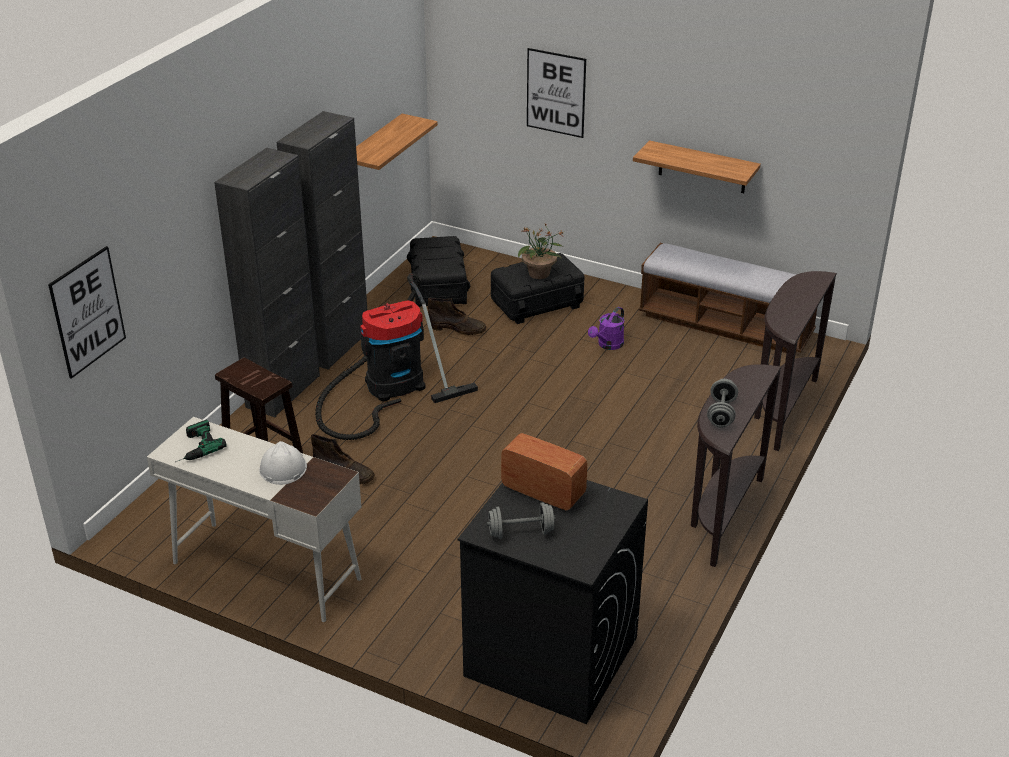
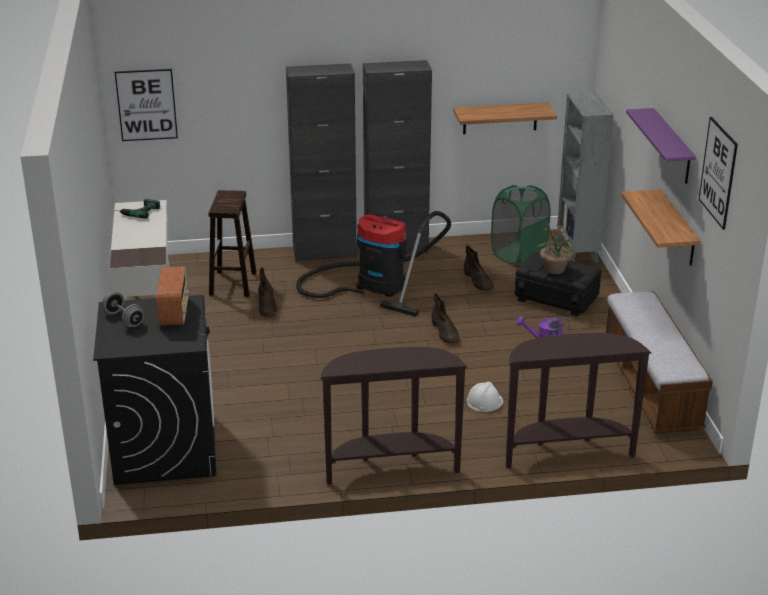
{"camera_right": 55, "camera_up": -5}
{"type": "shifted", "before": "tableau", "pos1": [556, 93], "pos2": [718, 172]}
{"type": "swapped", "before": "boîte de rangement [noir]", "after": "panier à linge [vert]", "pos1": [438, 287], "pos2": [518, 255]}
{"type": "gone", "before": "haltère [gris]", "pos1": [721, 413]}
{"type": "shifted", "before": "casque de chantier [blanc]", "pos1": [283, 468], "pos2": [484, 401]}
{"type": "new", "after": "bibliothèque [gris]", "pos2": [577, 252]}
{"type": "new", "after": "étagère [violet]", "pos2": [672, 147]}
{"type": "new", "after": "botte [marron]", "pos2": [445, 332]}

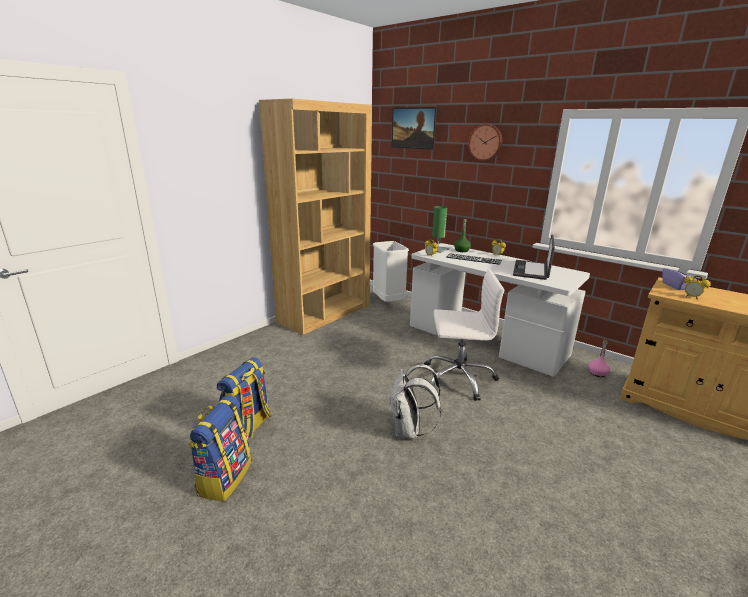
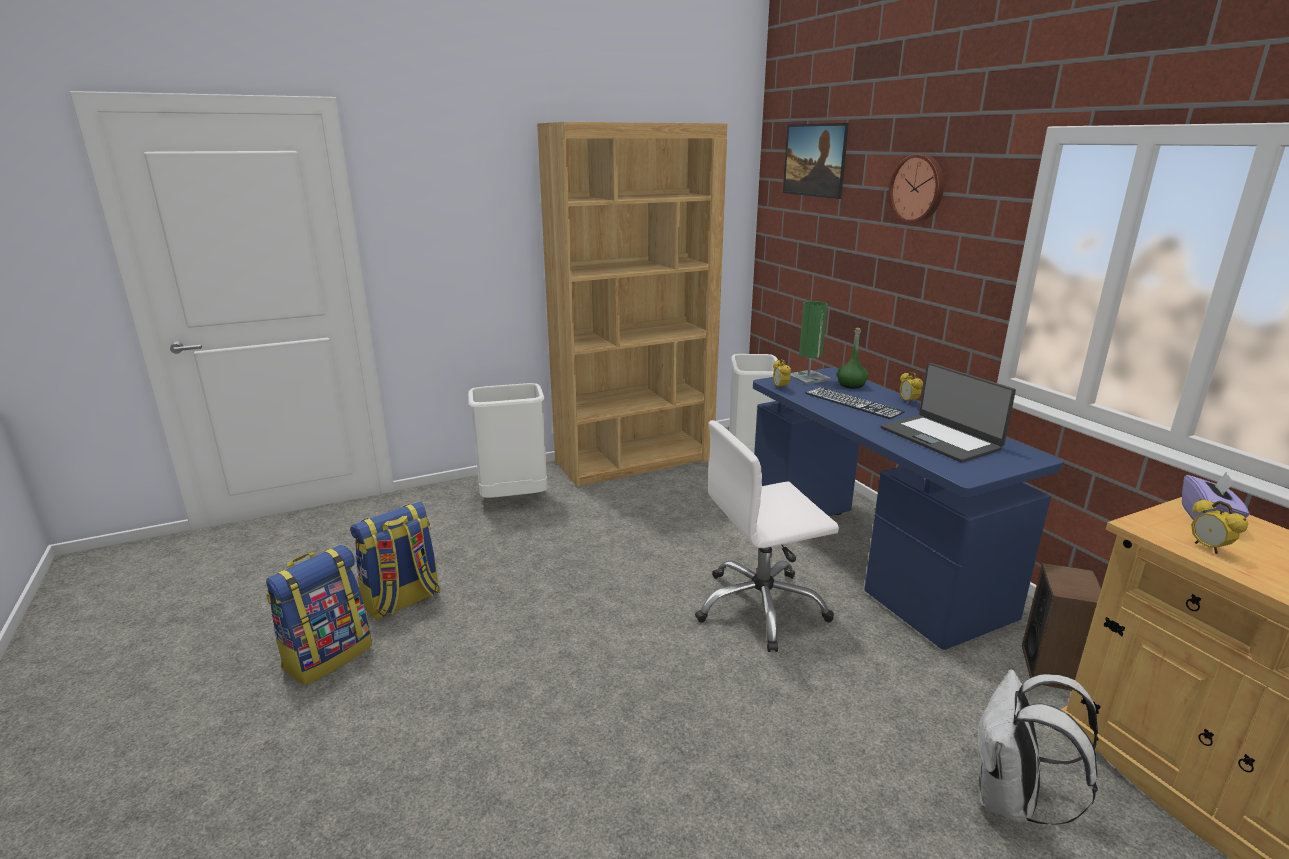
{"camera_right": 25, "camera_up": 0}
{"type": "rotated", "before": "ordinateur portable", "pos1": [532, 270], "pos2": [940, 438], "turn": -75}
{"type": "repainted", "before": "bureau [blanc]", "after": "bureau [bleu]", "pos1": [485, 341], "pos2": [867, 556]}
{"type": "rotated", "before": "chaise de bureau [blanc]", "pos1": [458, 378], "pos2": [761, 607], "turn": 135}
{"type": "swapped", "before": "bouteille [rose]", "after": "enceinte", "pos1": [597, 373], "pos2": [1051, 668]}
{"type": "shifted", "before": "sac à dos [blanc]", "pos1": [409, 430], "pos2": [1010, 800]}
{"type": "new", "after": "poubelle [blanc]", "pos2": [514, 500]}

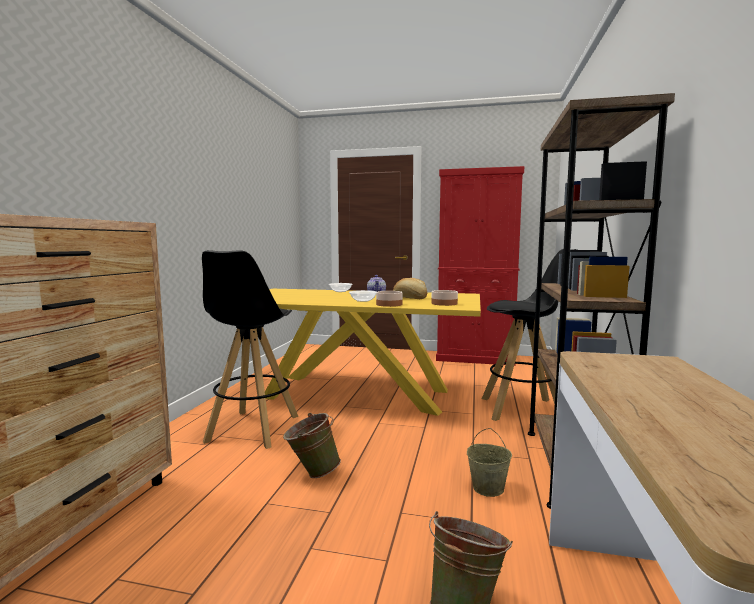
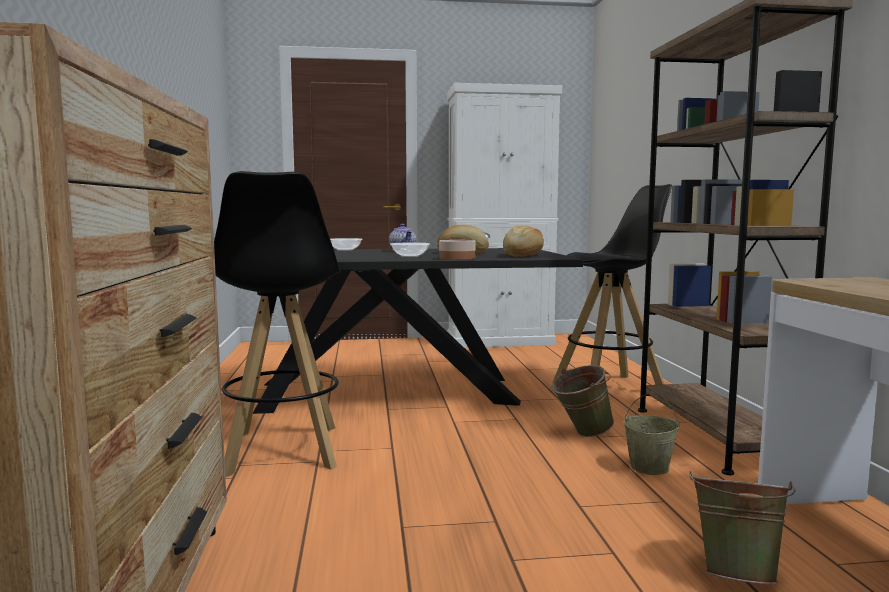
{"camera_right": -20, "camera_up": 0}
{"type": "repainted", "before": "meuble de rangement [rouge]", "after": "meuble de rangement [blanc]", "pos1": [475, 358], "pos2": [500, 341]}
{"type": "repainted", "before": "table à manger [jaune]", "after": "table à manger [noir]", "pos1": [357, 393], "pos2": [389, 393]}
{"type": "swapped", "before": "bol", "after": "pain", "pos1": [444, 303], "pos2": [522, 255]}
{"type": "shifted", "before": "seau [vert]", "pos1": [312, 473], "pos2": [581, 434]}

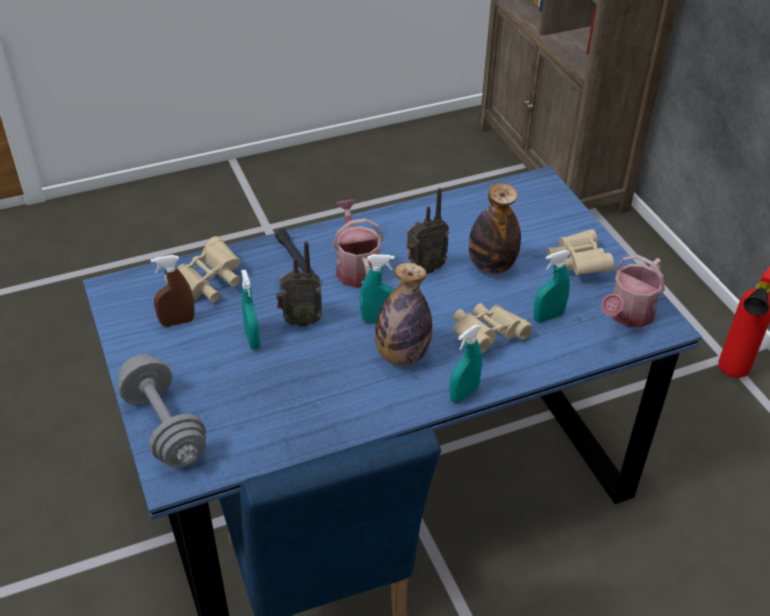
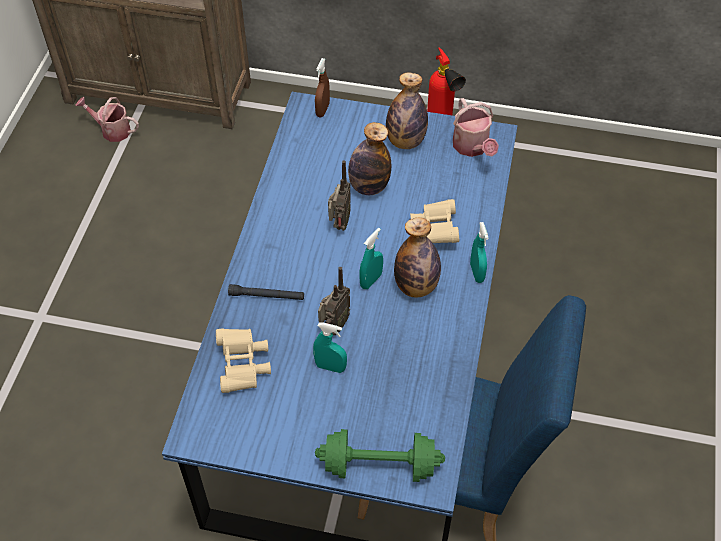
{"camera_right": -55, "camera_up": 10}
{"type": "shifted", "before": "arrosoir", "pos1": [356, 267], "pos2": [112, 130]}
{"type": "swapped", "before": "jumelles [beige]", "after": "bouteille", "pos1": [577, 264], "pos2": [405, 141]}
{"type": "gone", "before": "vaporisateur [turquoise]", "pos1": [548, 317]}
{"type": "shifted", "before": "vaporisateur [marron]", "pos1": [177, 321], "pos2": [322, 110]}
{"type": "repainted", "before": "haltère [gris]", "after": "haltère [vert]", "pos1": [164, 427], "pos2": [379, 466]}

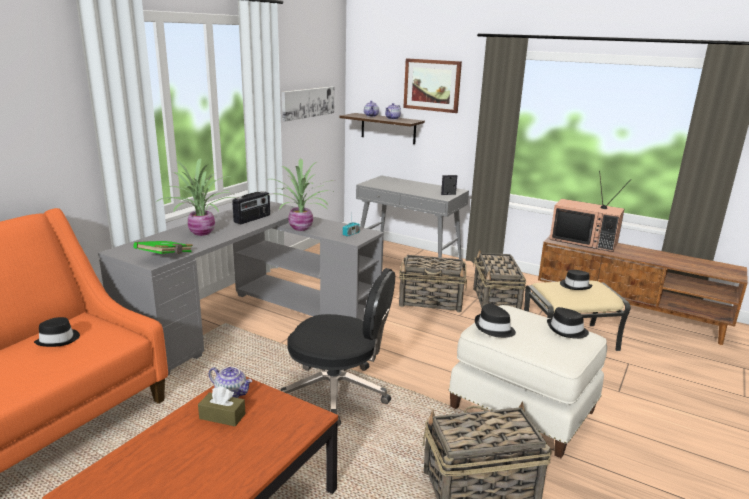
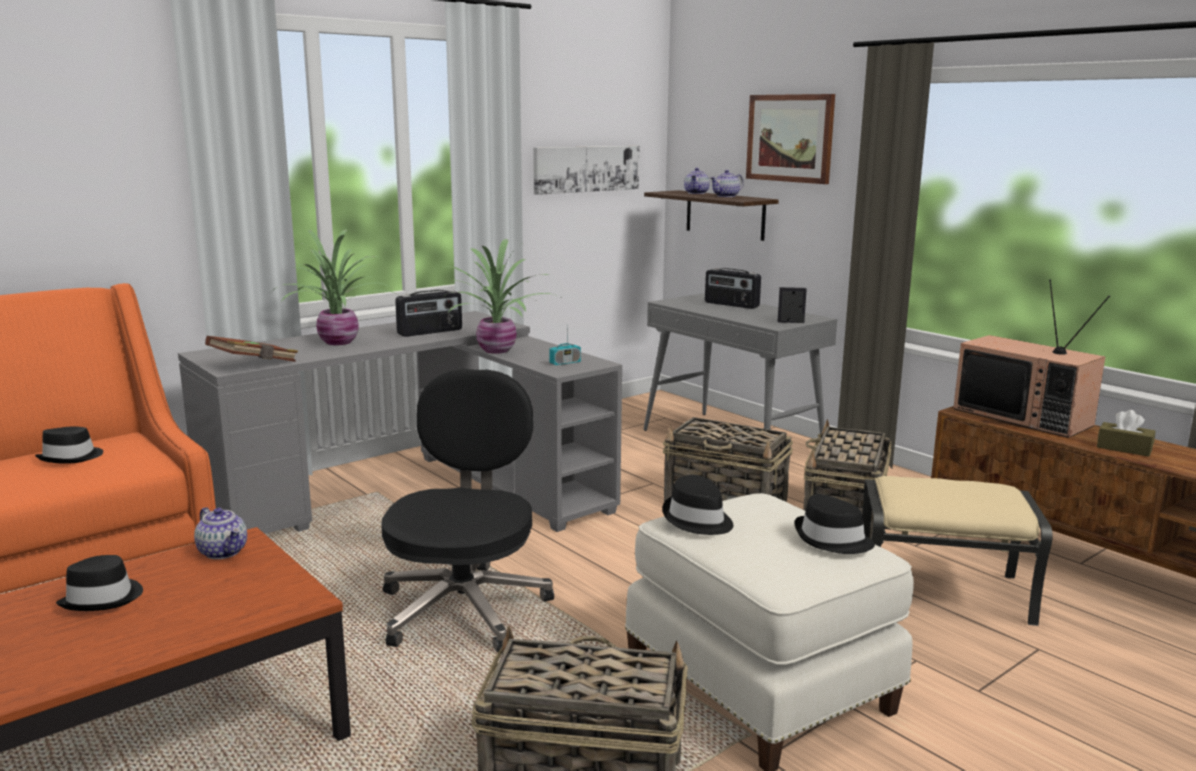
{"camera_right": 20, "camera_up": -5}
{"type": "repainted", "before": "livre [vert]", "after": "livre [marron]", "pos1": [166, 257], "pos2": [254, 364]}
{"type": "rotated", "before": "chaise de bureau [noir]", "pos1": [338, 392], "pos2": [464, 607], "turn": -120}
{"type": "shifted", "before": "chapeau [noir]", "pos1": [575, 286], "pos2": [103, 598]}
{"type": "shifted", "before": "boîte à mouchoirs [marron]", "pos1": [222, 416], "pos2": [1124, 448]}
{"type": "new", "after": "radio", "pos2": [731, 305]}

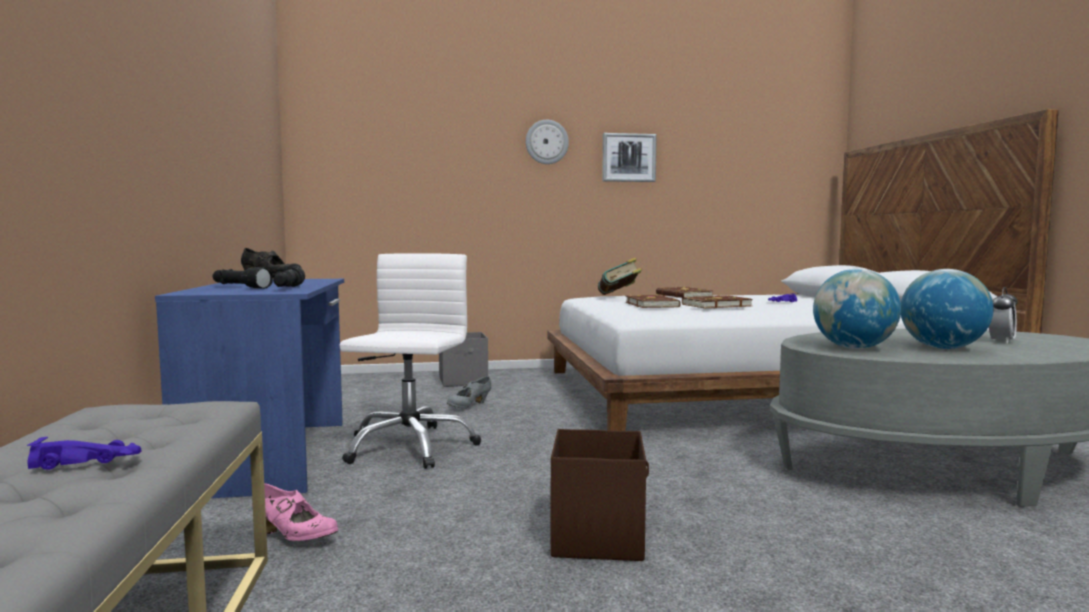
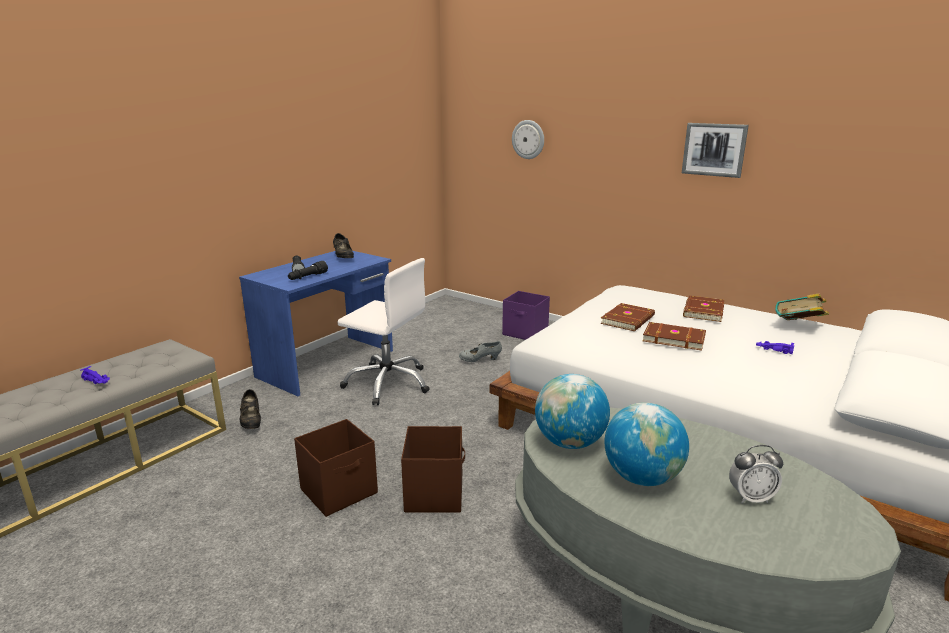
{"camera_right": 45, "camera_up": 15}
{"type": "shifted", "before": "horloge murale", "pos1": [547, 142], "pos2": [528, 139]}
{"type": "rotated", "before": "chaise de bureau [blanc]", "pos1": [409, 447], "pos2": [388, 383], "turn": 60}
{"type": "shifted", "before": "livre", "pos1": [619, 296], "pos2": [798, 327]}
{"type": "repainted", "before": "boîte de rangement [gris]", "after": "boîte de rangement [violet]", "pos1": [464, 381], "pos2": [525, 333]}
{"type": "repainted", "before": "chaussure [rose]", "after": "chaussure [noir]", "pos1": [294, 538], "pos2": [251, 422]}
{"type": "new", "after": "boîte de rangement [marron]", "pos2": [435, 493]}

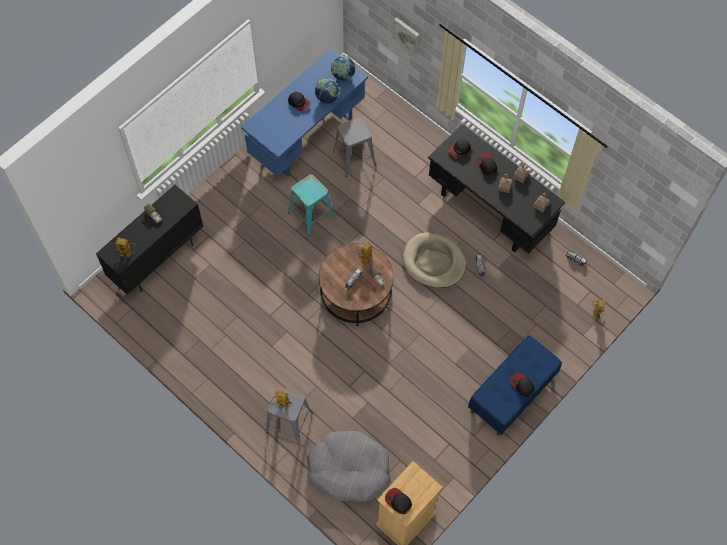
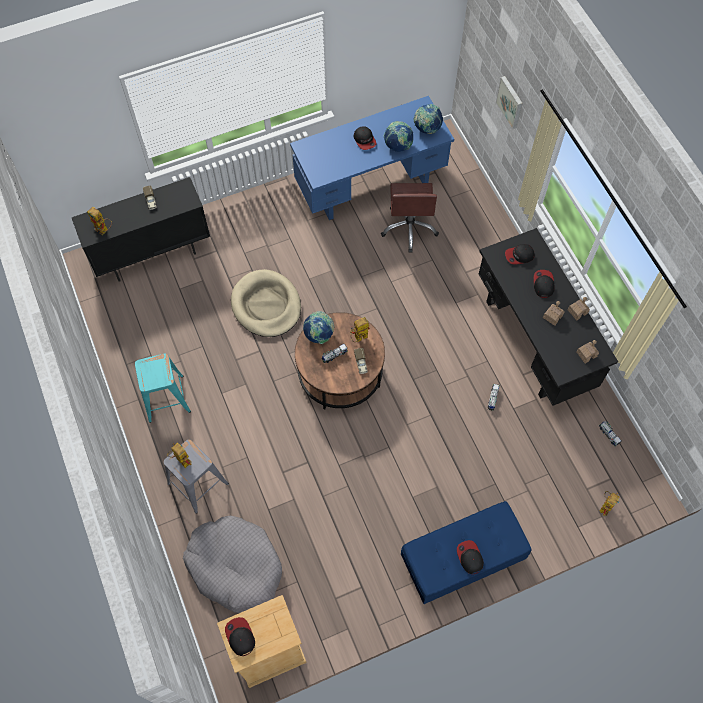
{"camera_right": 25, "camera_up": 0}
{"type": "swapped", "before": "tabouret [gris]", "after": "chaise de bureau [marron]", "pos1": [354, 158], "pos2": [409, 228]}
{"type": "shifted", "before": "tabouret [turquoise]", "pos1": [311, 215], "pos2": [165, 398]}
{"type": "shifted", "before": "panier pour chien [beige]", "pos1": [434, 262], "pos2": [266, 305]}
{"type": "new", "after": "globe", "pos2": [319, 335]}

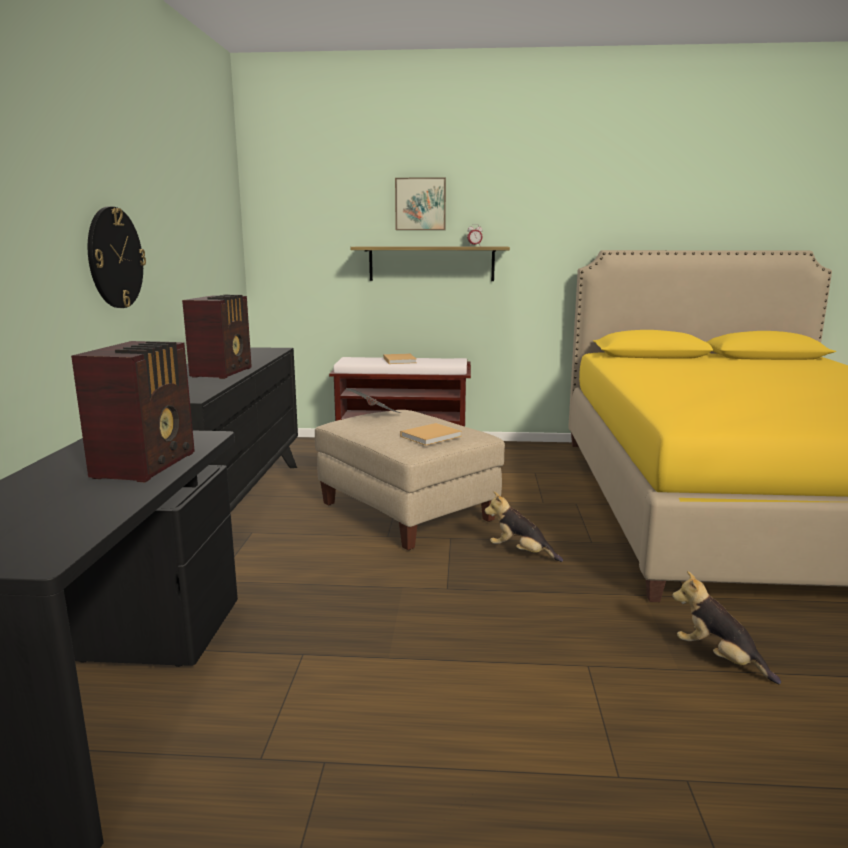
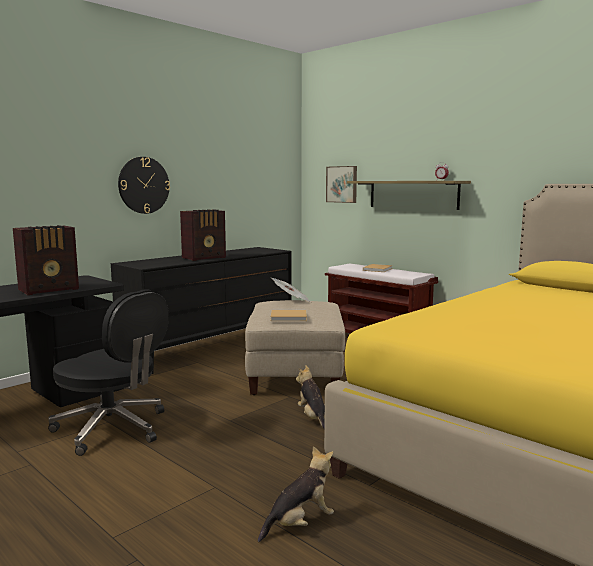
{"camera_right": 40, "camera_up": -5}
{"type": "shifted", "before": "tableau", "pos1": [420, 204], "pos2": [342, 184]}
{"type": "rotated", "before": "peluche", "pos1": [719, 659], "pos2": [300, 523], "turn": 60}
{"type": "new", "after": "chaise de bureau [noir]", "pos2": [113, 429]}

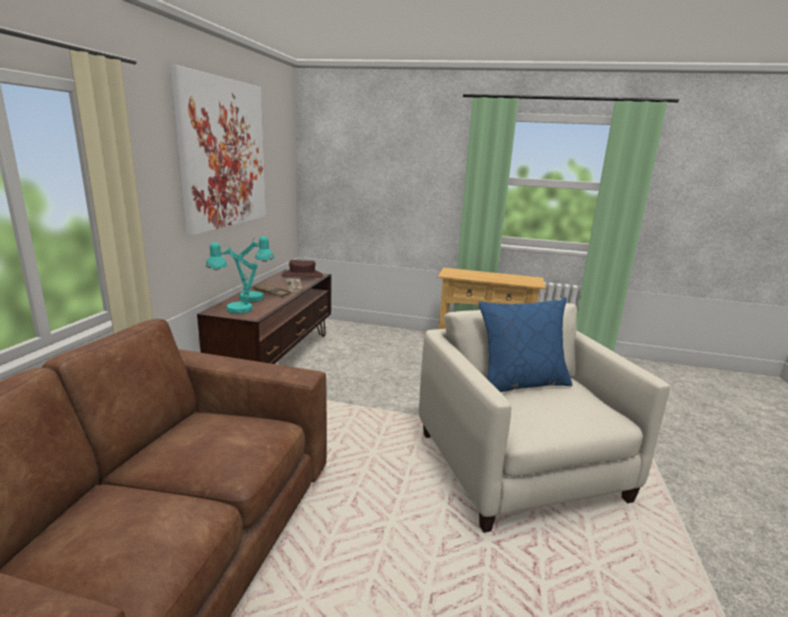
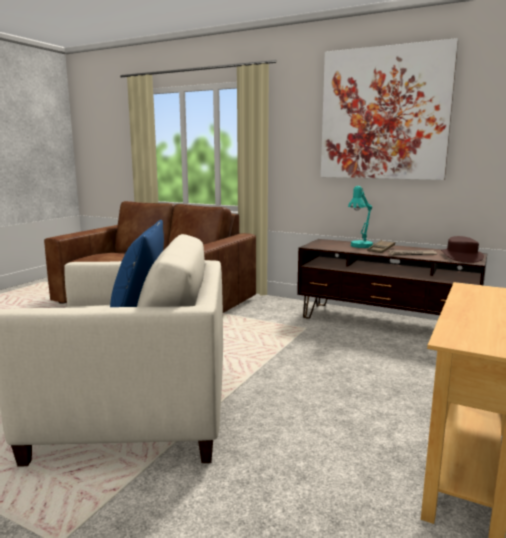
{"camera_right": 105, "camera_up": -5}
{"type": "gone", "before": "lampe de table [turquoise]", "pos1": [233, 310]}

